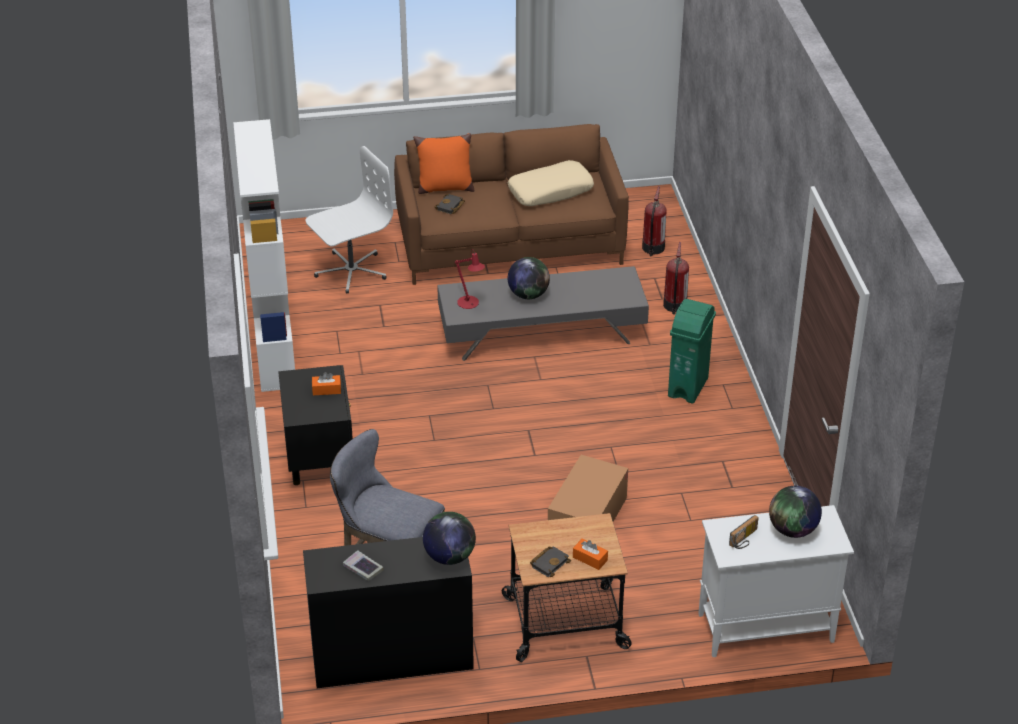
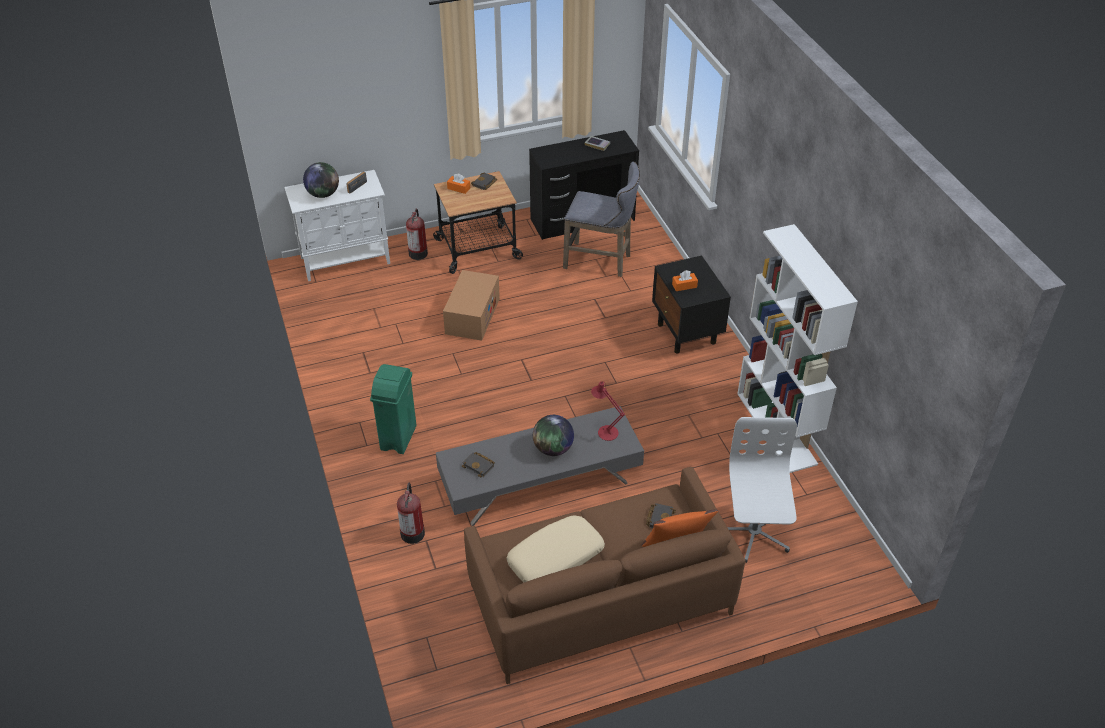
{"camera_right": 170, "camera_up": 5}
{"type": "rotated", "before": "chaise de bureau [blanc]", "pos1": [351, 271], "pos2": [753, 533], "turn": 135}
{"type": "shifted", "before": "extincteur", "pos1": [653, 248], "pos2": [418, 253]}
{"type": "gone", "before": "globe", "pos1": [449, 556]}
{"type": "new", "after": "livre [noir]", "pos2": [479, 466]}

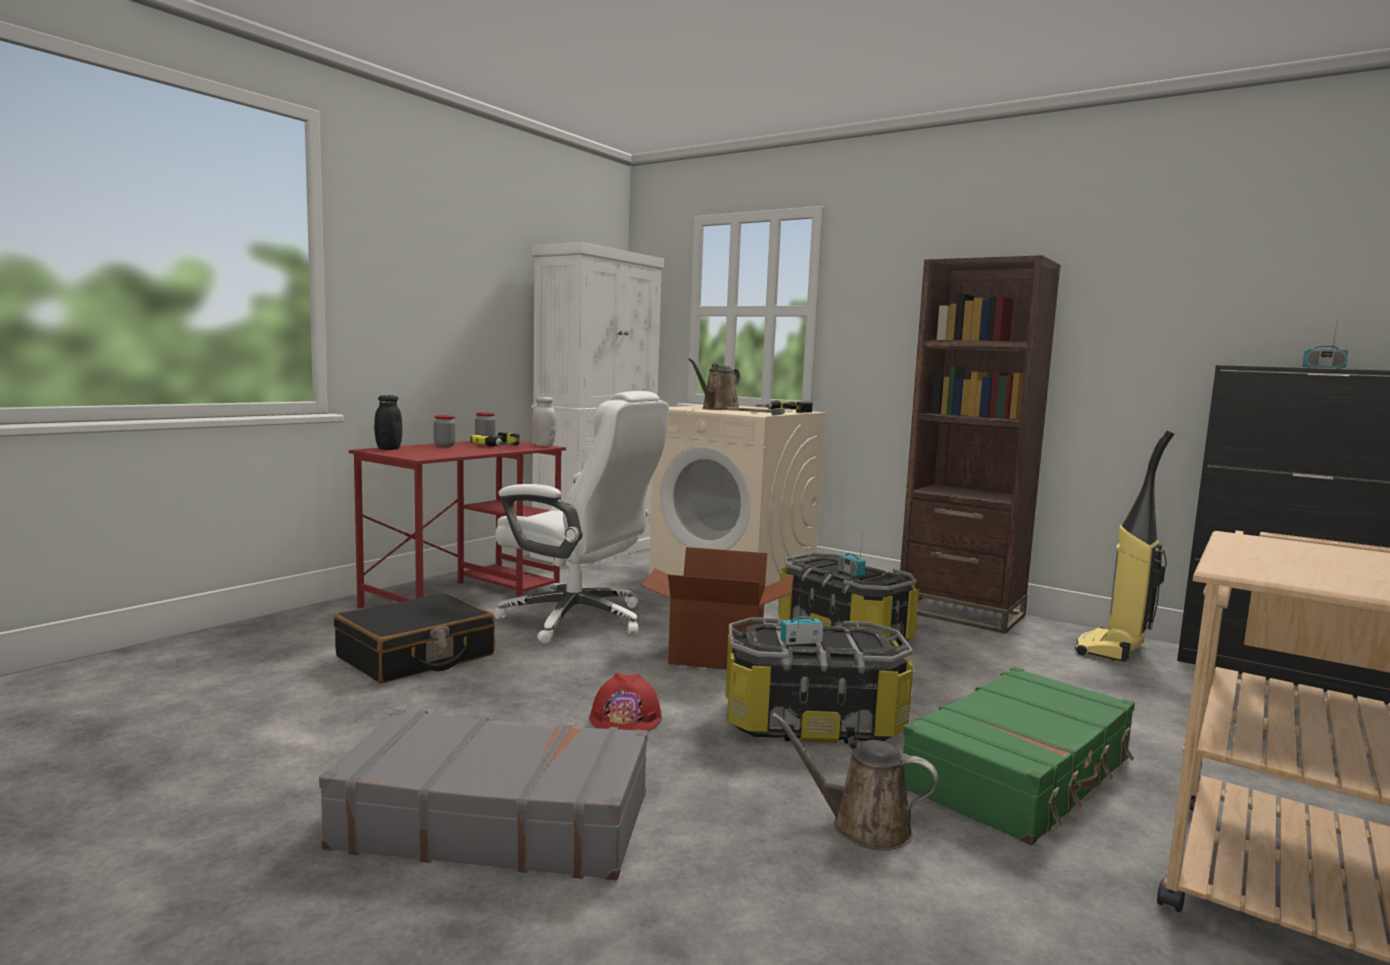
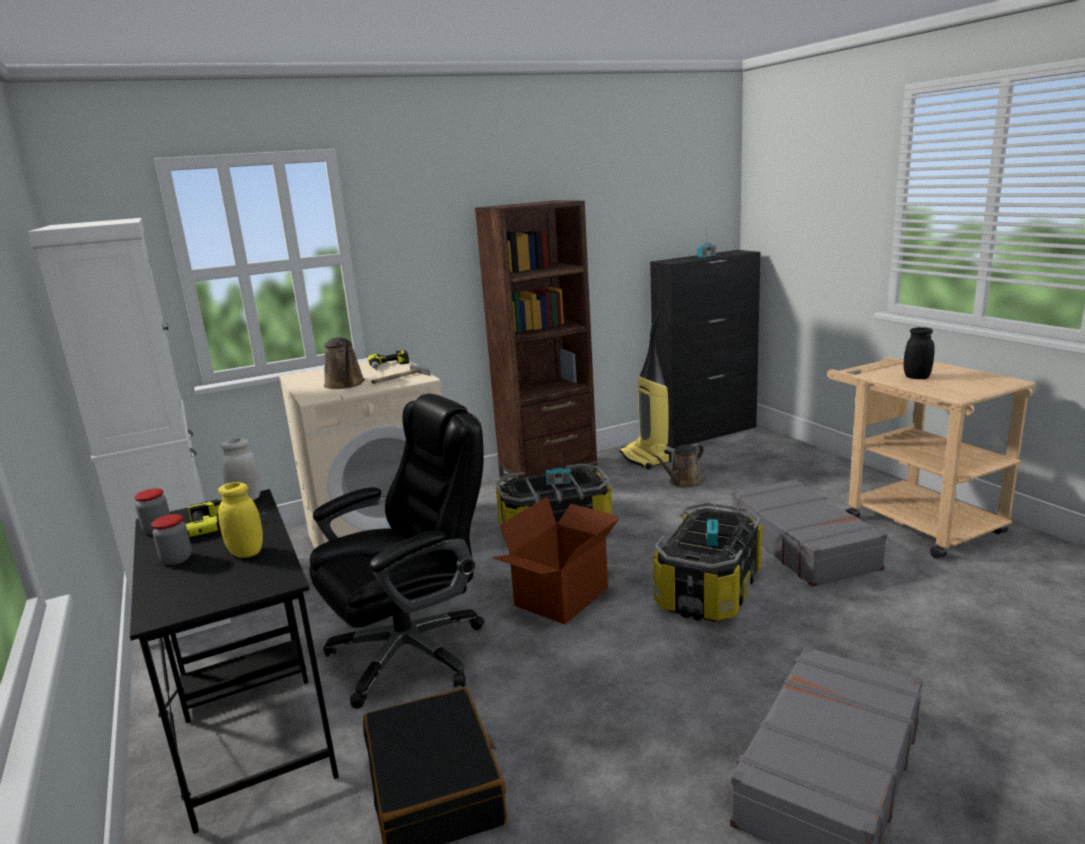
{"camera_right": -60, "camera_up": 10}
{"type": "repainted", "before": "chaise de bureau [blanc]", "after": "chaise de bureau [noir]", "pos1": [578, 620], "pos2": [412, 652]}
{"type": "shifted", "before": "bocal [noir]", "pos1": [388, 449], "pos2": [917, 377]}
{"type": "repainted", "before": "bureau [rouge]", "after": "bureau [noir]", "pos1": [465, 597], "pos2": [252, 724]}
{"type": "repainted", "before": "valise [vert]", "after": "valise [gris]", "pos1": [1021, 774], "pos2": [803, 545]}
{"type": "gone", "before": "casque de chantier [rouge]", "pos1": [626, 718]}
{"type": "shifted", "before": "arrosoir [marron]", "pos1": [862, 826], "pos2": [683, 482]}
{"type": "new", "after": "bocal [jaune]", "pos2": [246, 552]}

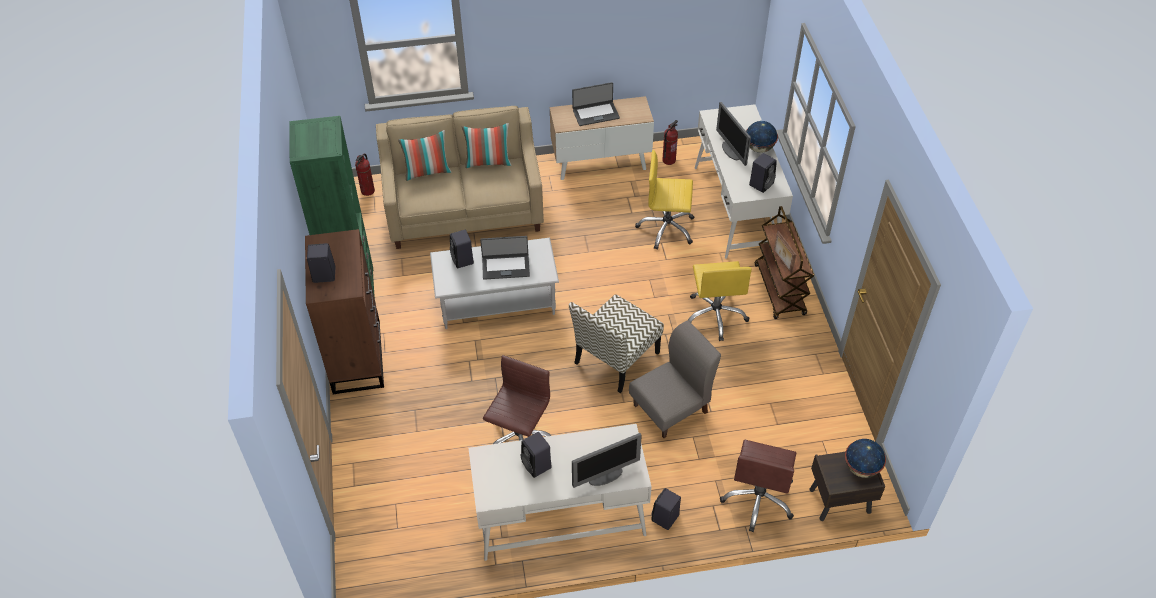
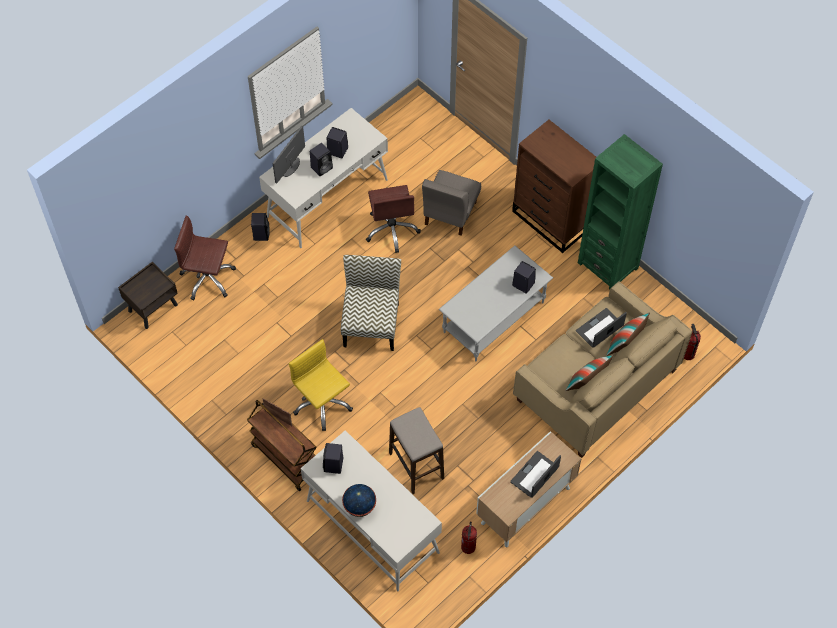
{"camera_right": 145, "camera_up": 10}
{"type": "gone", "before": "écran d'ordinateur", "pos1": [731, 151]}
{"type": "swapped", "before": "chaise de bureau [jaune]", "after": "tabouret", "pos1": [666, 229], "pos2": [416, 466]}
{"type": "shifted", "before": "ordinateur portable", "pos1": [505, 267], "pos2": [600, 329]}
{"type": "shifted", "before": "enceinte [noir]", "pos1": [323, 275], "pos2": [322, 167]}
{"type": "shifted", "before": "chaise [gris]", "pos1": [671, 408], "pos2": [450, 213]}
{"type": "gone", "before": "globe", "pos1": [861, 468]}
{"type": "rotated", "before": "chaise de bureau [marron]", "pos1": [758, 500], "pos2": [208, 278], "turn": -60}

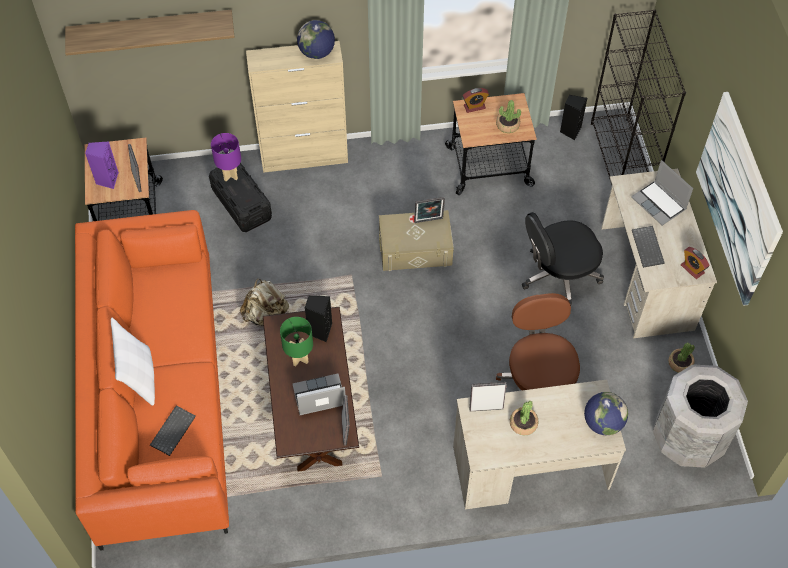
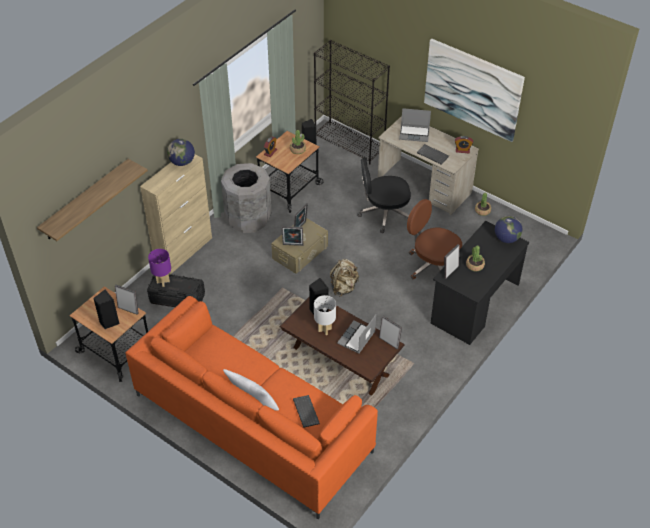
{"camera_right": -45, "camera_up": -10}
{"type": "repainted", "before": "enceinte [violet]", "after": "enceinte [noir]", "pos1": [107, 179], "pos2": [109, 322]}
{"type": "rotated", "before": "chaise de bureau [noir]", "pos1": [558, 276], "pos2": [384, 214], "turn": 60}
{"type": "shifted", "before": "sac à dos [beige]", "pos1": [266, 314], "pos2": [343, 287]}
{"type": "repainted", "before": "lampe de table [vert]", "after": "lampe de table [blanc]", "pos1": [299, 358], "pos2": [324, 330]}
{"type": "shifted", "before": "poubelle [gris]", "pos1": [687, 438], "pos2": [248, 219]}
{"type": "repainted", "before": "bureau [beige]", "after": "bureau [noir]", "pos1": [530, 467], "pos2": [475, 304]}
{"type": "new", "after": "cadre photo", "pos2": [292, 245]}

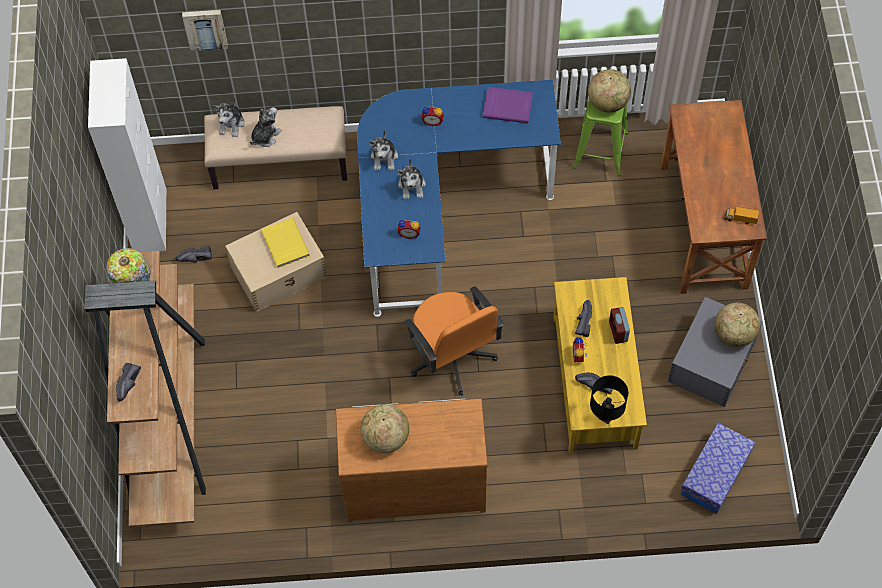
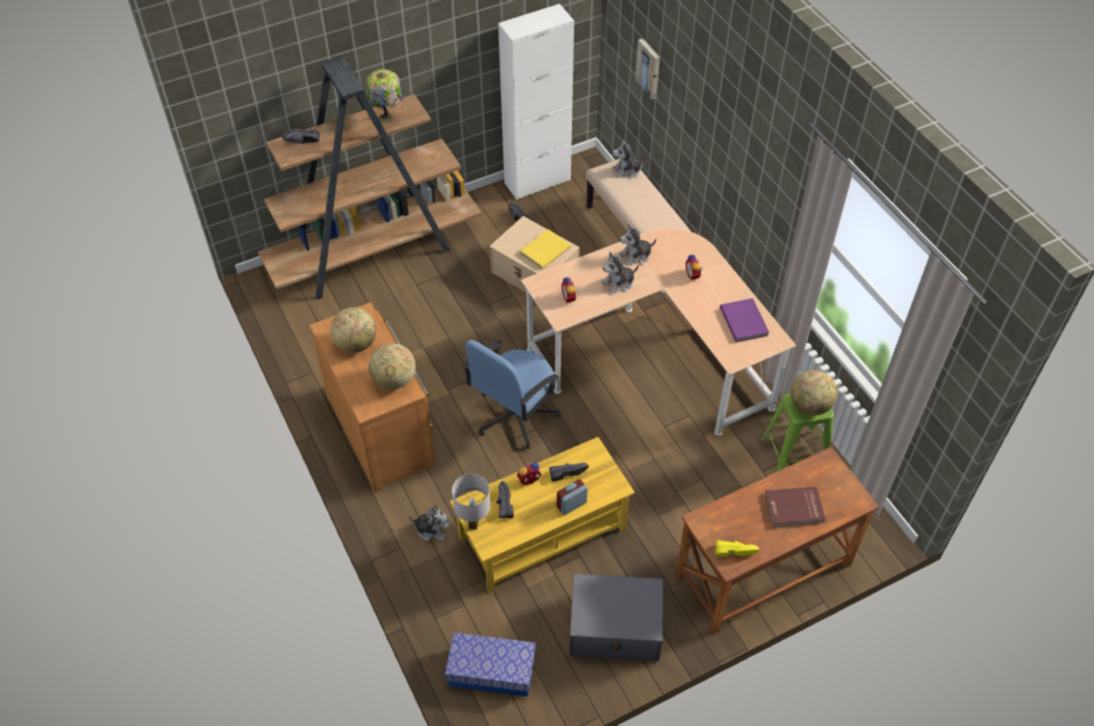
{"camera_right": 65, "camera_up": -10}
{"type": "repainted", "before": "bureau [bleu]", "after": "bureau [beige]", "pos1": [440, 210], "pos2": [655, 356]}
{"type": "shifted", "before": "peluche", "pos1": [265, 136], "pos2": [432, 529]}
{"type": "swapped", "before": "camion jouet", "after": "chaussure [jaune]", "pos1": [740, 219], "pos2": [734, 550]}
{"type": "repainted", "before": "chaise de bureau [orange]", "after": "chaise de bureau [bleu]", "pos1": [452, 357], "pos2": [514, 415]}
{"type": "shifted", "before": "globe", "pos1": [734, 335], "pos2": [394, 380]}
{"type": "repainted", "before": "lampe de table [noir]", "after": "lampe de table [blanc]", "pos1": [605, 418], "pos2": [474, 524]}
{"type": "new", "after": "livre [rouge]", "pos2": [794, 509]}

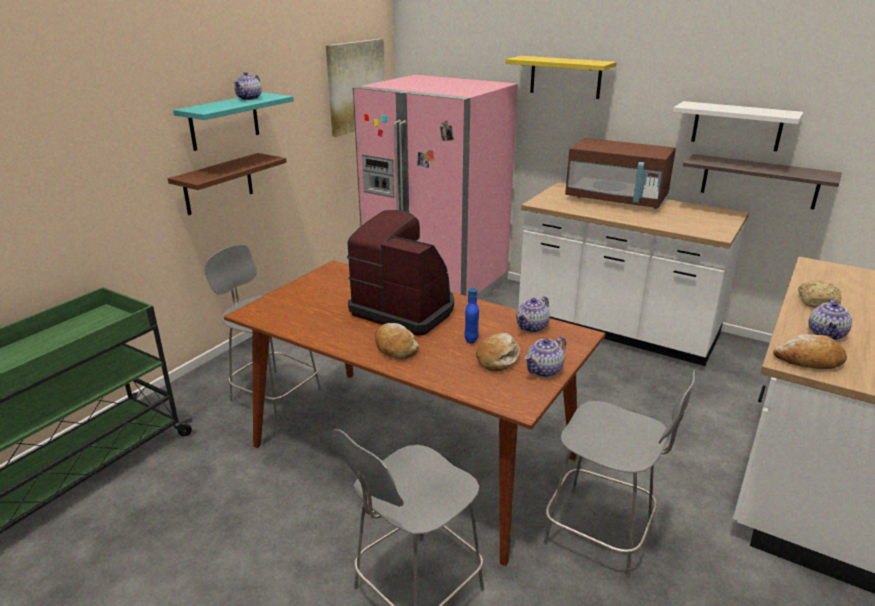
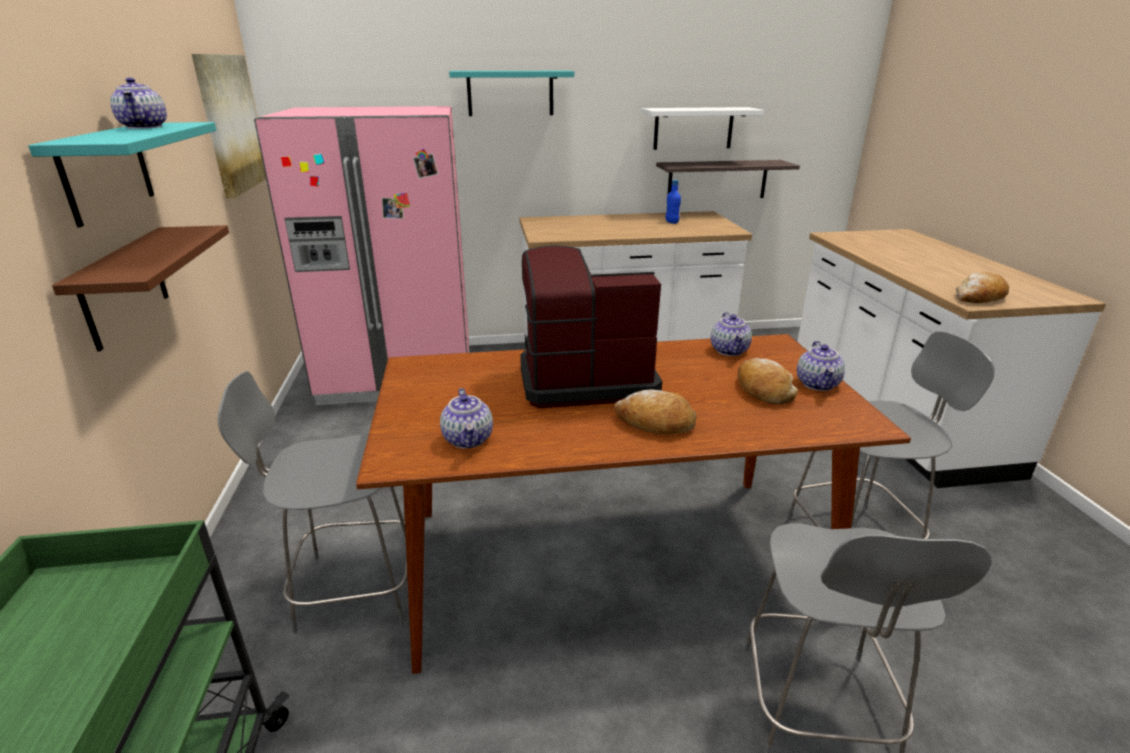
{"camera_right": -40, "camera_up": 0}
{"type": "repainted", "before": "étagère [jaune]", "after": "étagère [turquoise]", "pos1": [565, 77], "pos2": [510, 93]}
{"type": "gone", "before": "micro-ondes [marron]", "pos1": [616, 200]}
{"type": "gone", "before": "pain", "pos1": [818, 302]}
{"type": "shifted", "before": "bouteille [bleu]", "pos1": [471, 339], "pos2": [671, 222]}
{"type": "shifted", "before": "théière", "pos1": [826, 334], "pos2": [469, 439]}

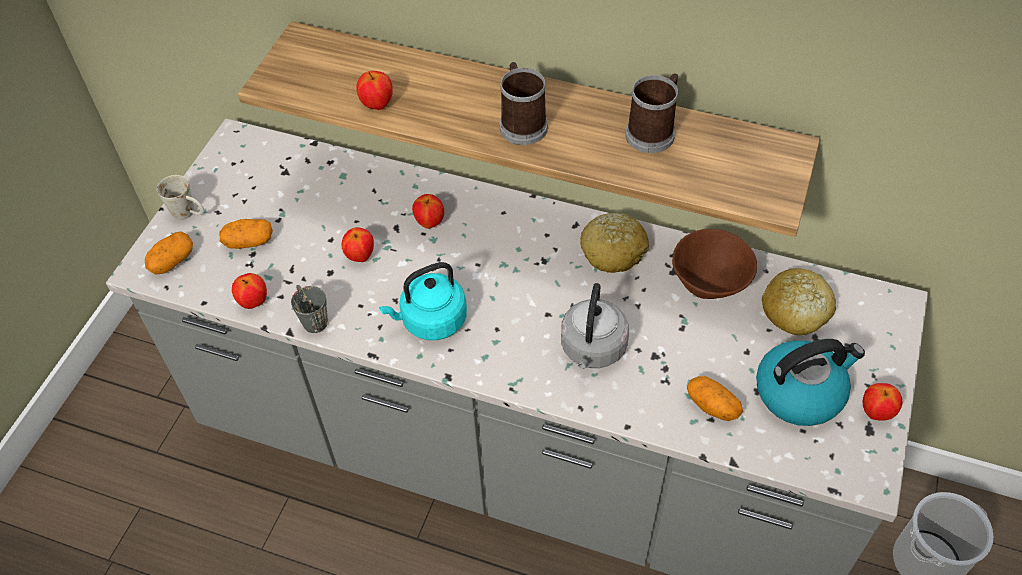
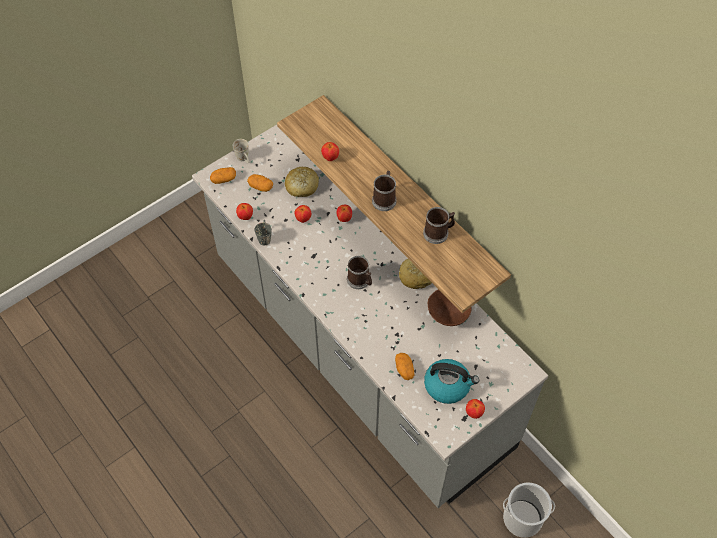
{"camera_right": 30, "camera_up": 5}
{"type": "gone", "before": "bouilloire [turquoise]", "pos1": [431, 321]}
{"type": "shifted", "before": "pain", "pos1": [795, 310], "pos2": [302, 186]}
{"type": "gone", "before": "bouilloire [gris]", "pos1": [592, 350]}
{"type": "new", "after": "mug", "pos2": [360, 281]}

